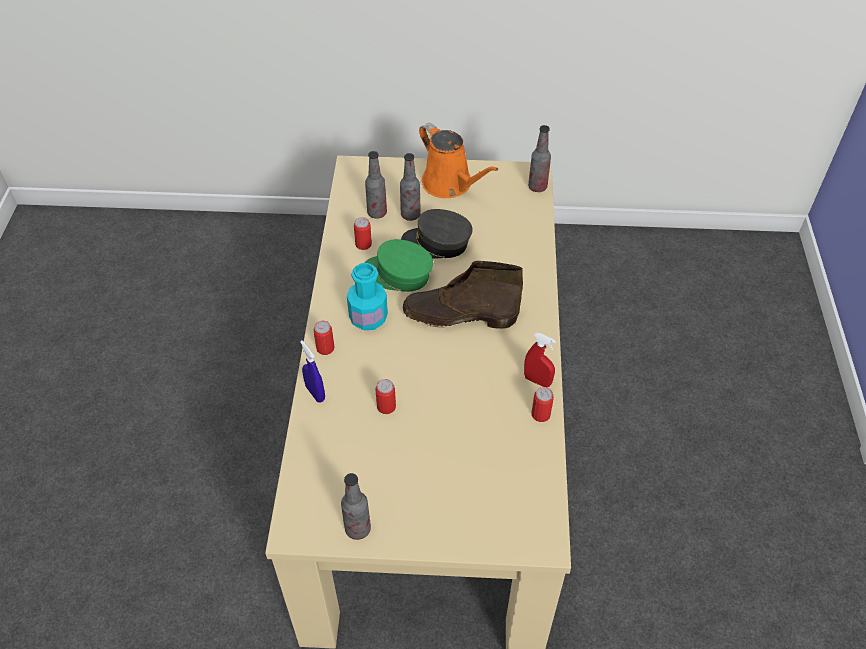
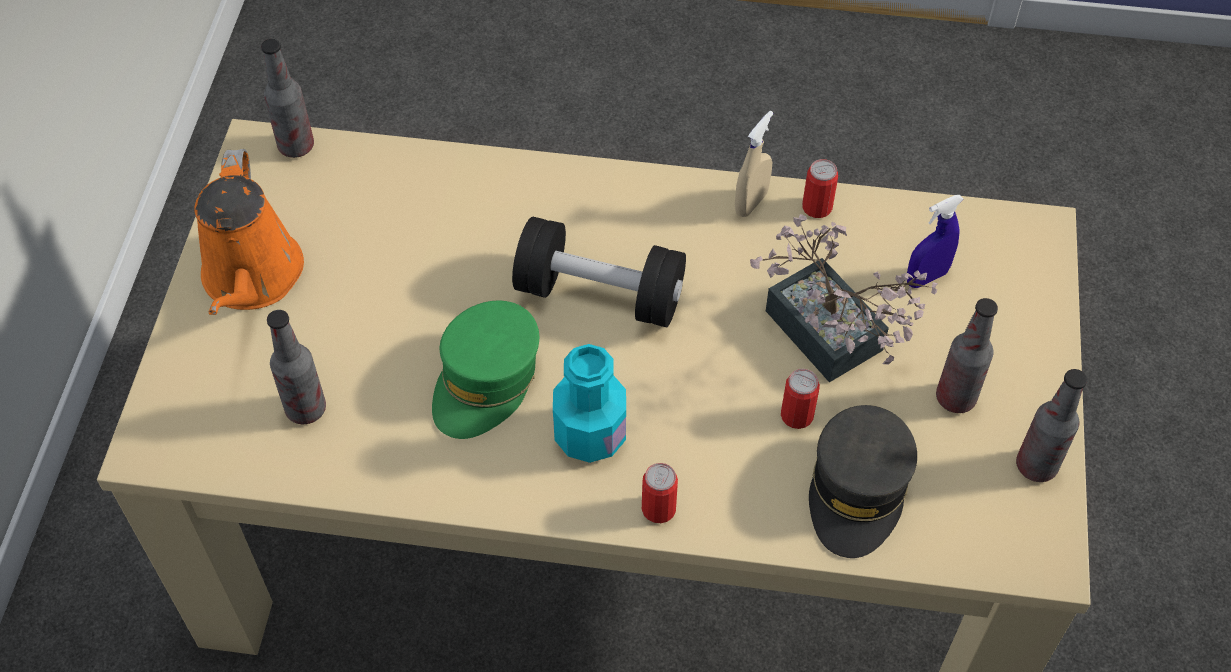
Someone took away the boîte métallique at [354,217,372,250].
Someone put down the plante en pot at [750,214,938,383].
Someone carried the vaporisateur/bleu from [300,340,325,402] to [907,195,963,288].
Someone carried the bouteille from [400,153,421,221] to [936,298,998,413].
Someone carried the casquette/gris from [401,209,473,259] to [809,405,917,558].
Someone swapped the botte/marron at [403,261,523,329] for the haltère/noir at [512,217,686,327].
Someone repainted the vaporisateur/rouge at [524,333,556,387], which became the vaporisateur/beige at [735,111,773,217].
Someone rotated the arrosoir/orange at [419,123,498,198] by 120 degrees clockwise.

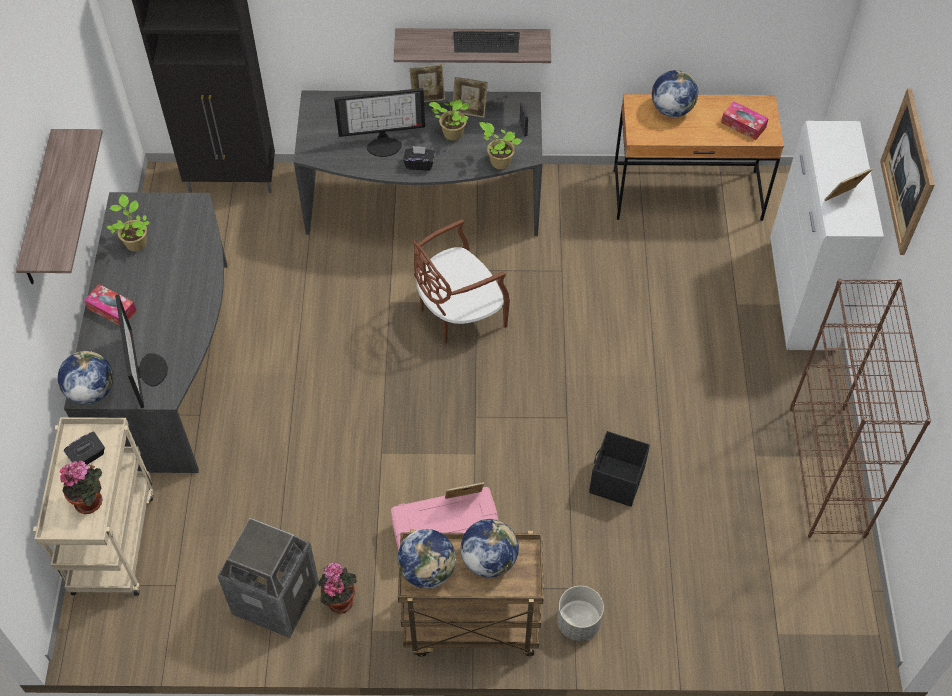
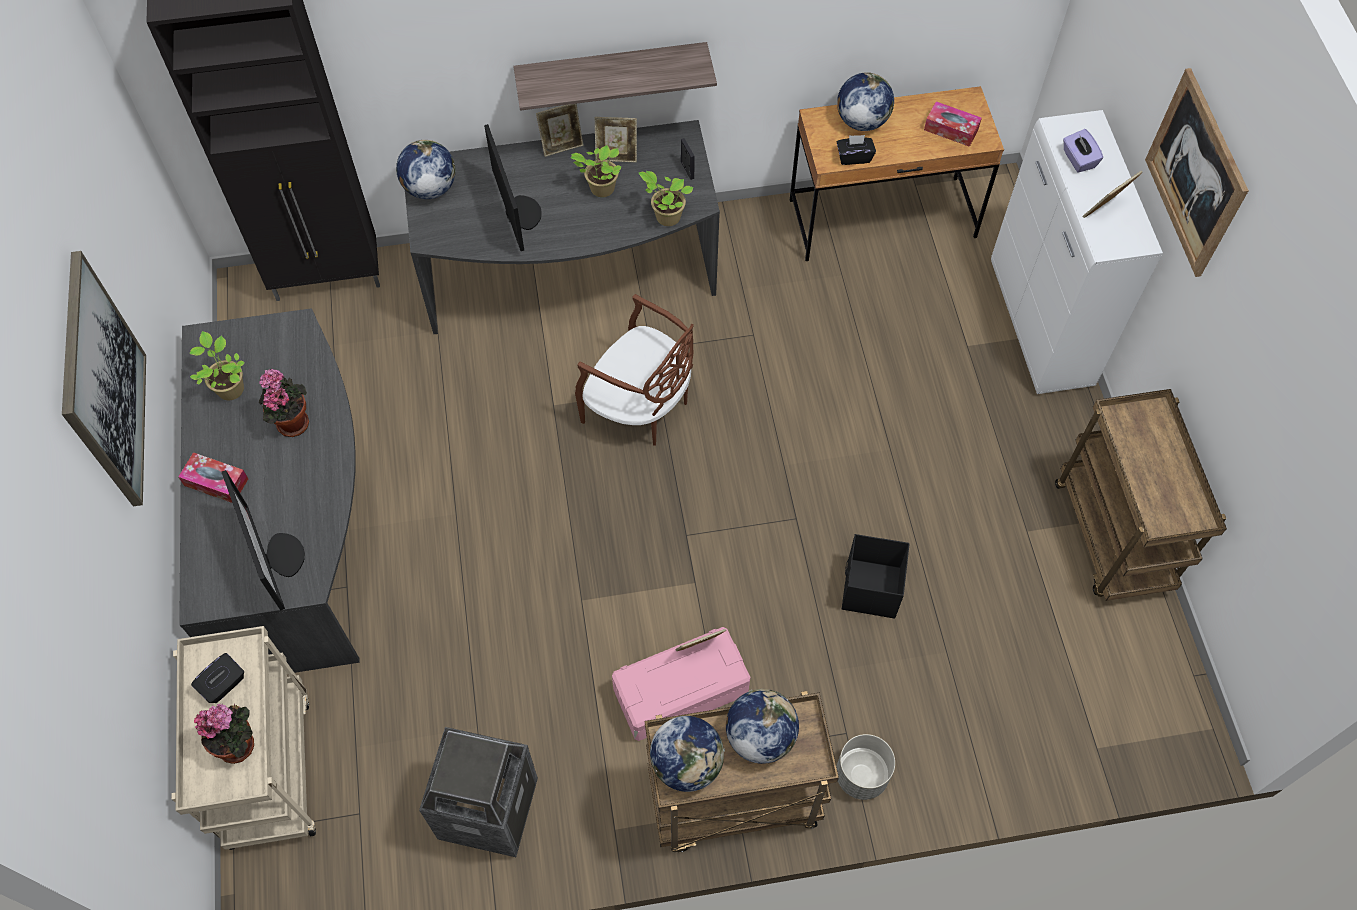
Someone took away the clavier at [453,31,520,53].
Someone put down the boîte à mouchoirs/violet at [1063,129,1103,173].
Someone carried the globe from [58,351,113,405] to [396,140,456,199].
Someone carried the plante en pot from [318,562,357,614] to [259,369,309,437].
Someone carried the boîte à mouchoirs/noir from [403,146,435,171] to [837,135,876,165].
Someone swapped the étagère at [16,129,103,284] for the tableau at [62,251,146,506].
Someone swapped the bibliothèque/marron at [790,279,932,538] for the chariot/marron at [1055,389,1227,601].
Someone rotated the écran d'ordinateur at [334,88,425,157] by 90 degrees counterclockwise.
Someone rotated the chaise/marron at [413,219,510,344] by 105 degrees counterclockwise.

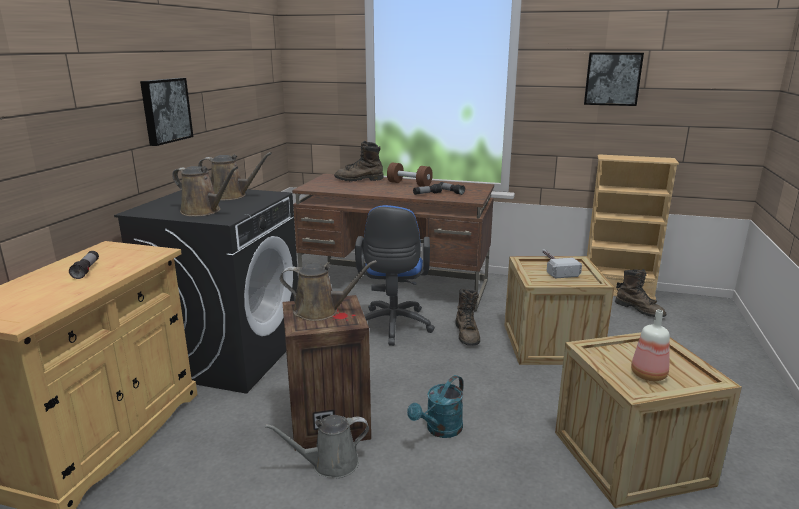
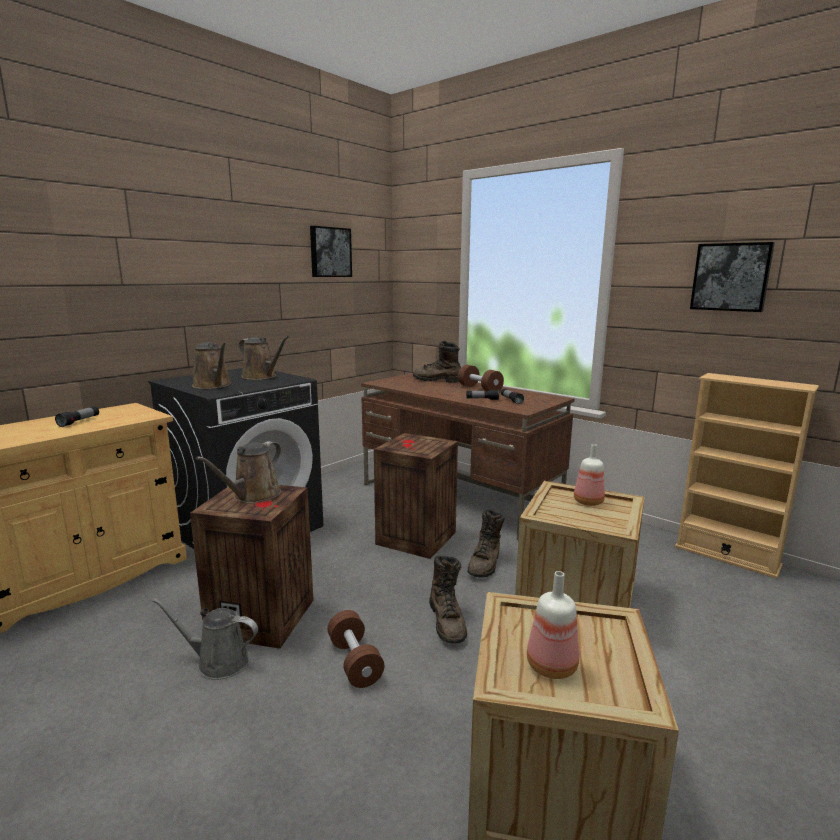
Someone carried the tableau from [140,78,193,146] to [310,226,352,277].
Someone carried the botte/marron from [615,269,666,317] to [429,555,467,644].
Someone swapped the chaise de bureau/bleu at [355,205,435,346] for the caisse at [374,433,458,559].
Someone swapped the arrosoir/turquoise at [407,375,463,438] for the haltère/marron at [328,610,384,688].
Someone swapped the marteau at [542,249,582,278] for the bouteille at [574,444,605,506].
Someone rotated the arrosoir/marron at [280,260,377,321] by 90 degrees clockwise.

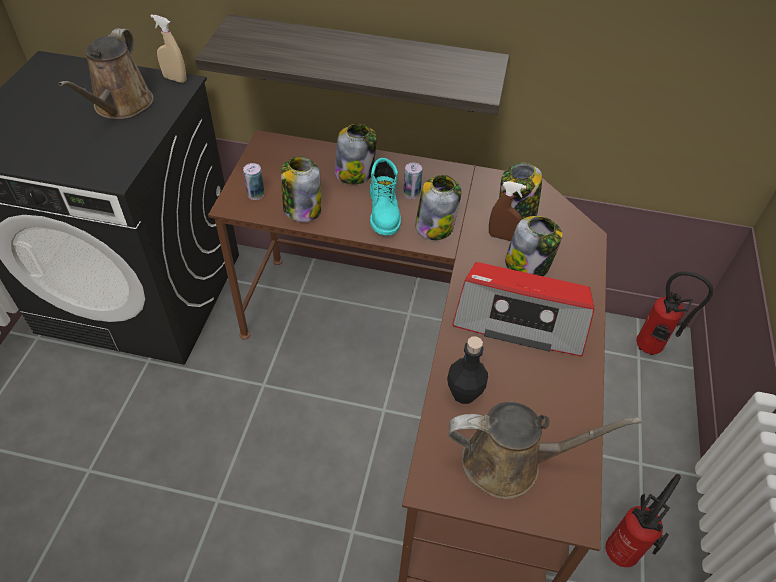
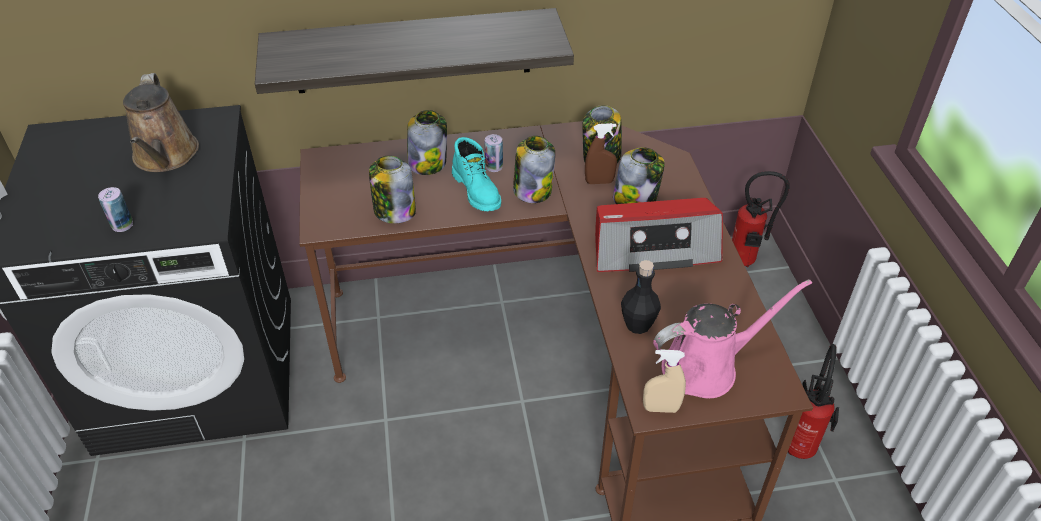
Someone carried the vaporisateur/beige from [151,14,187,83] to [643,349,686,413].
Someone carried the boîte métallique from [243,163,264,200] to [98,187,133,232].
Someone repainted the arrosoir/marron at [448,402,641,499], which became the arrosoir/rose at [653,279,812,398].

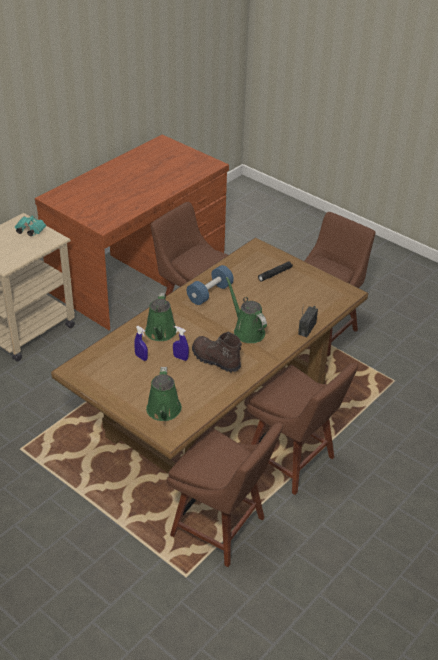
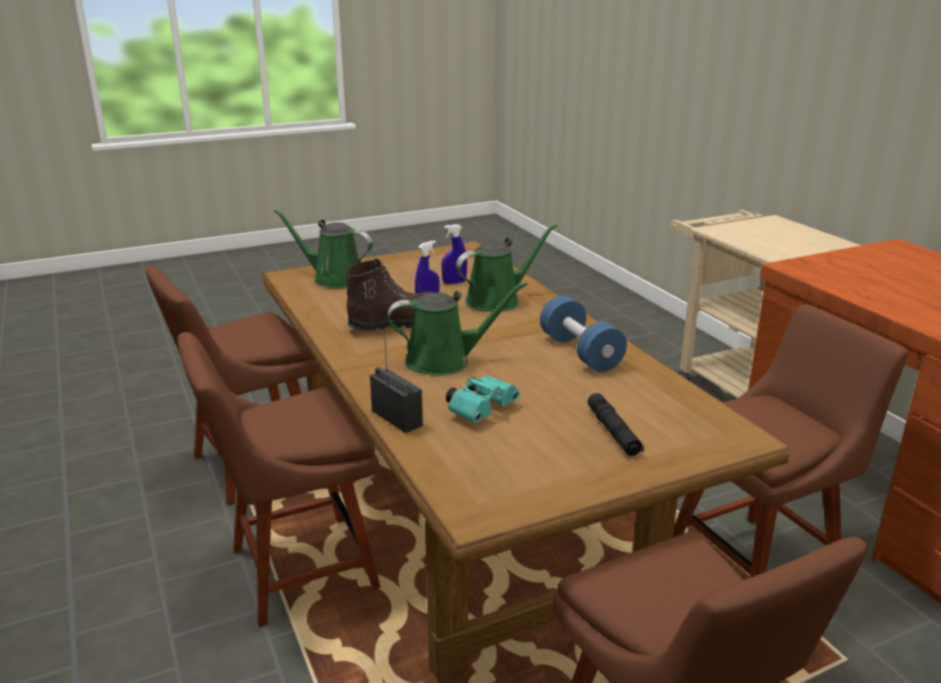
Someone carried the jumelles/turquoise from [15,215,46,236] to [446,375,520,423].
Someone rotated the arrosoir/vert at [145,293,177,341] by 120 degrees clockwise.

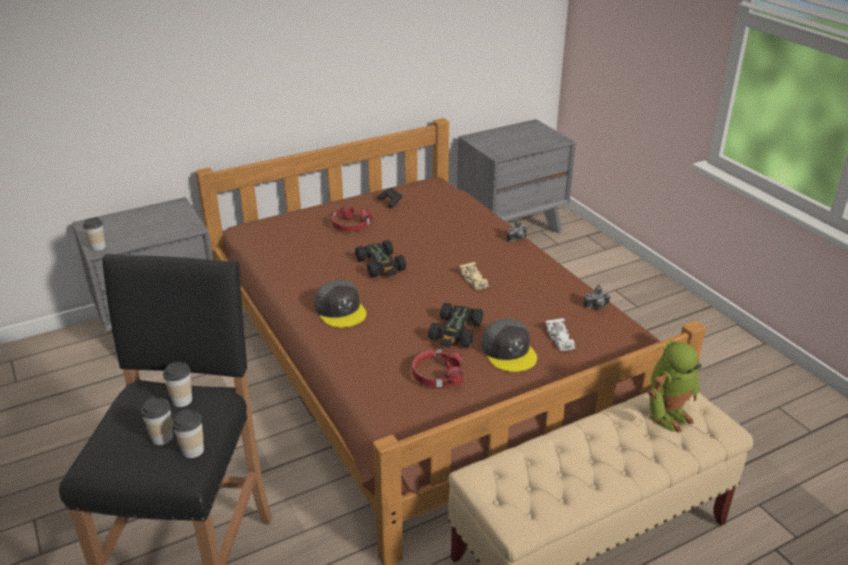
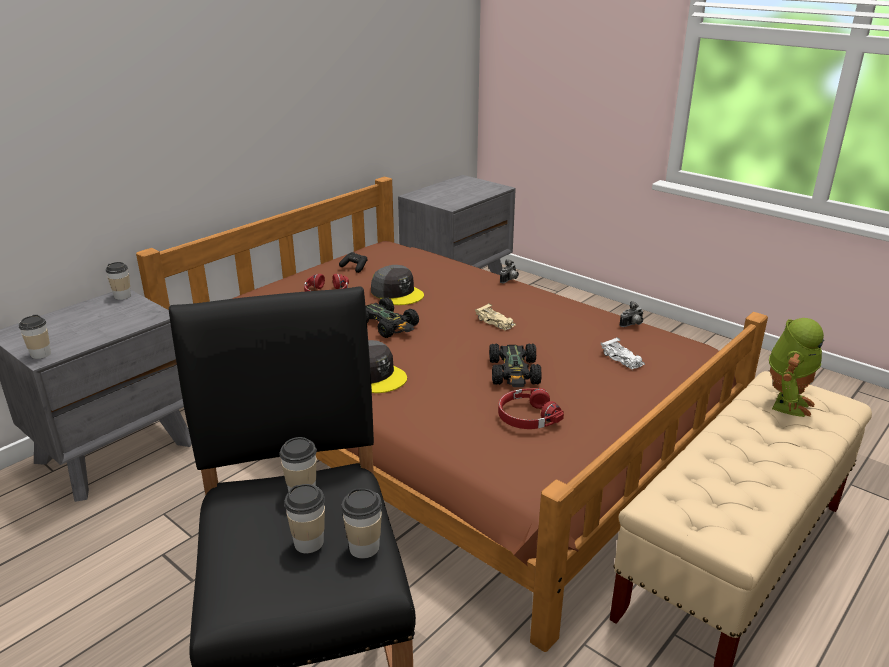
Someone put down the tasse at [106,262,131,300].
Someone carried the casquette/gris from [481,319,537,372] to [371,265,424,305].

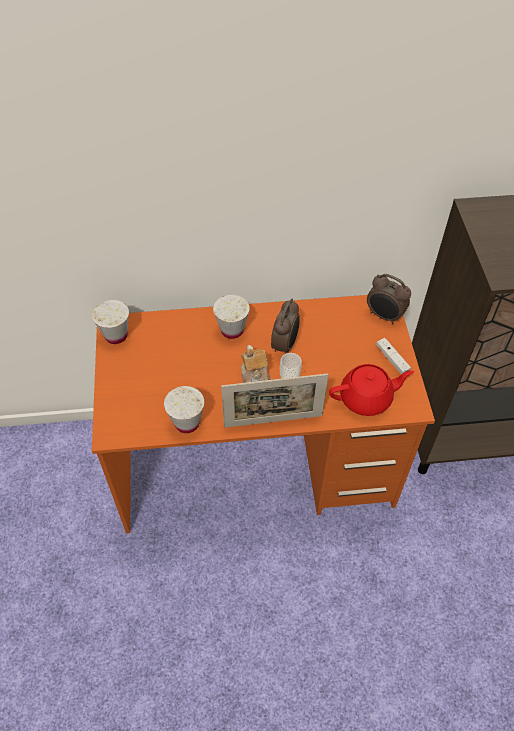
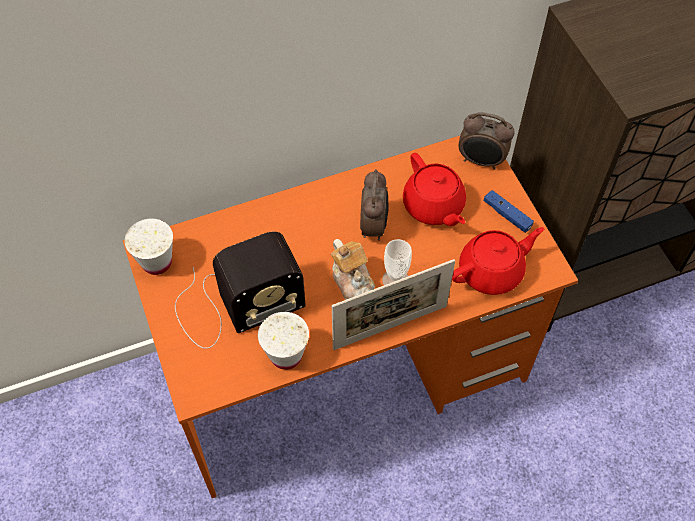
Someone took away the tasse/blanc at [213,295,250,339].
Someone put down the radio at [175,232,306,349].
Someone put down the théière/rouge at [403,153,466,226].
Someone repainted the manette/blanc at [376,338,411,374], which became the manette/bleu at [484,190,534,233].

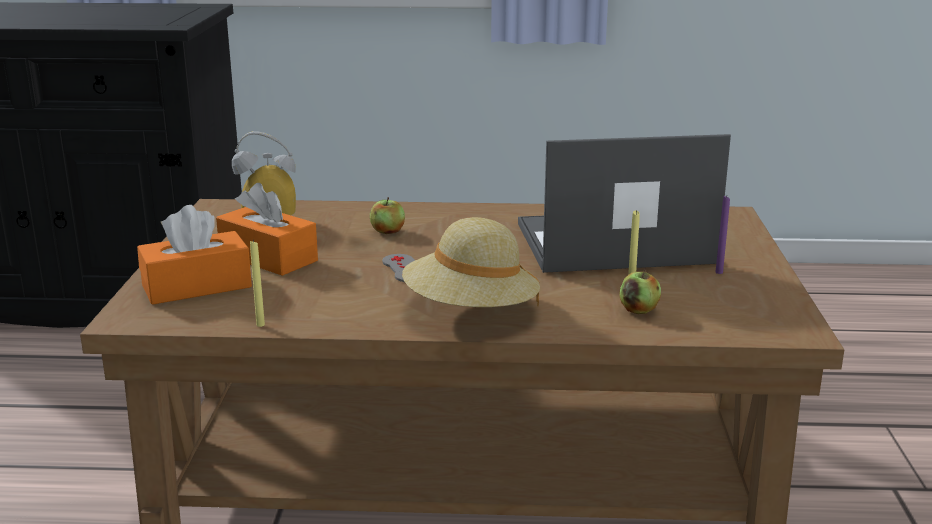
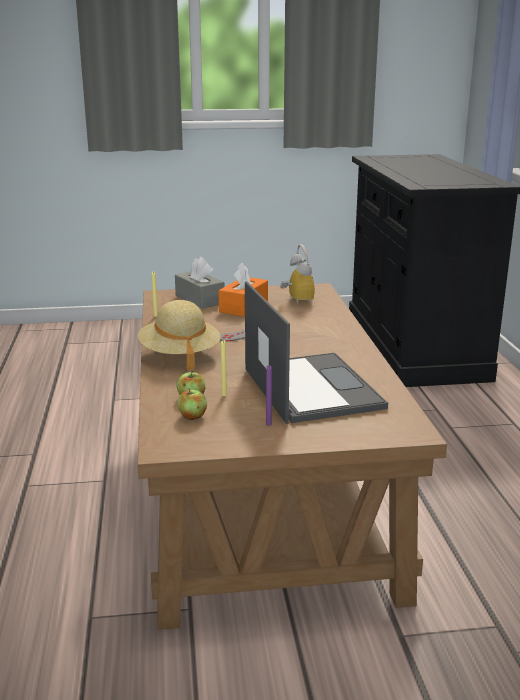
Someone carried the pomme from [370,197,405,234] to [177,389,207,420].
Someone repainted the boîte à mouchoirs/orange at [137,205,252,305], which became the boîte à mouchoirs/gris at [175,257,224,309].

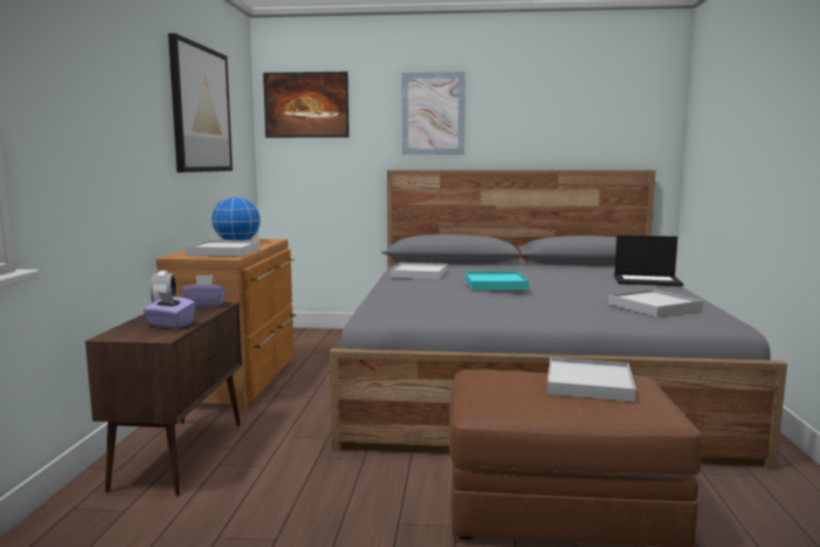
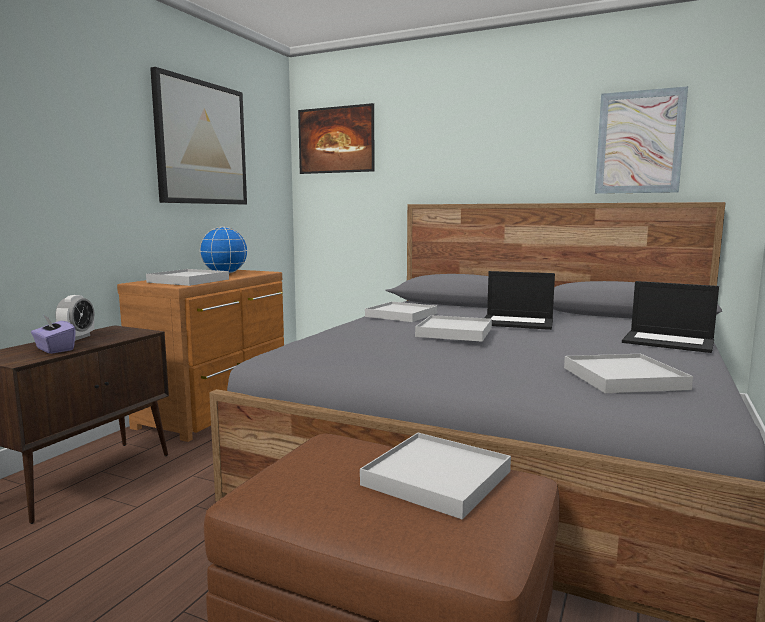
Someone took away the boîte à mouchoirs/violet at [181,275,226,307].
Someone put down the ordinateur portable at [484,271,555,330].
Someone carried the tableau from [402,72,465,155] to [595,86,688,194].
Someone repainted the plateau/turquoise at [465,271,529,290], which became the plateau/blanc at [415,315,492,342].

